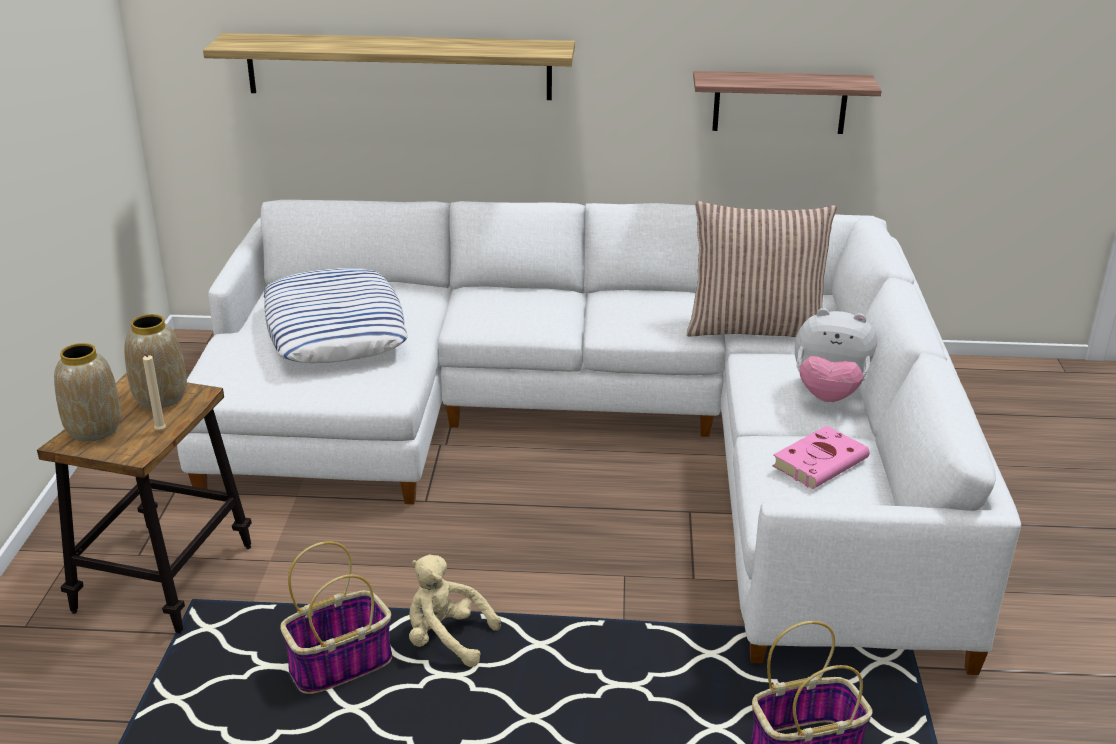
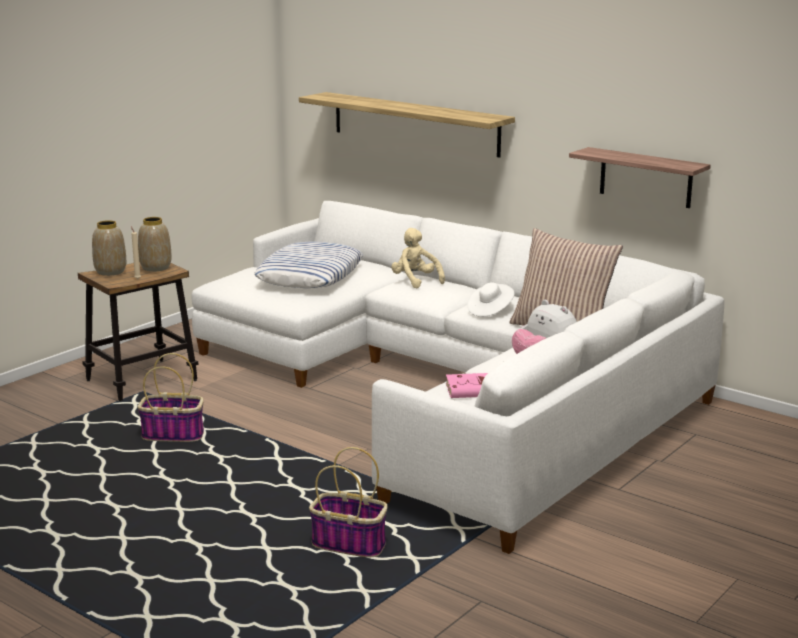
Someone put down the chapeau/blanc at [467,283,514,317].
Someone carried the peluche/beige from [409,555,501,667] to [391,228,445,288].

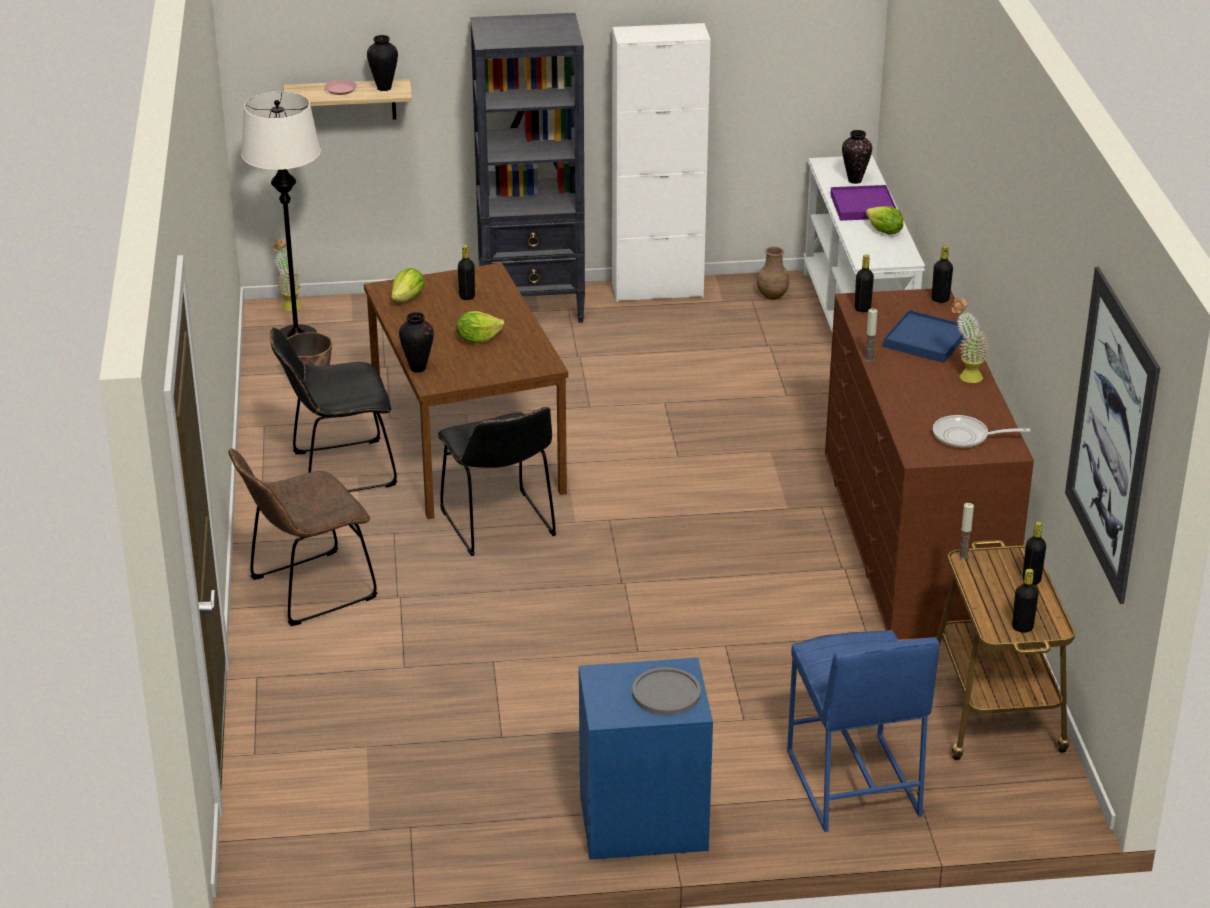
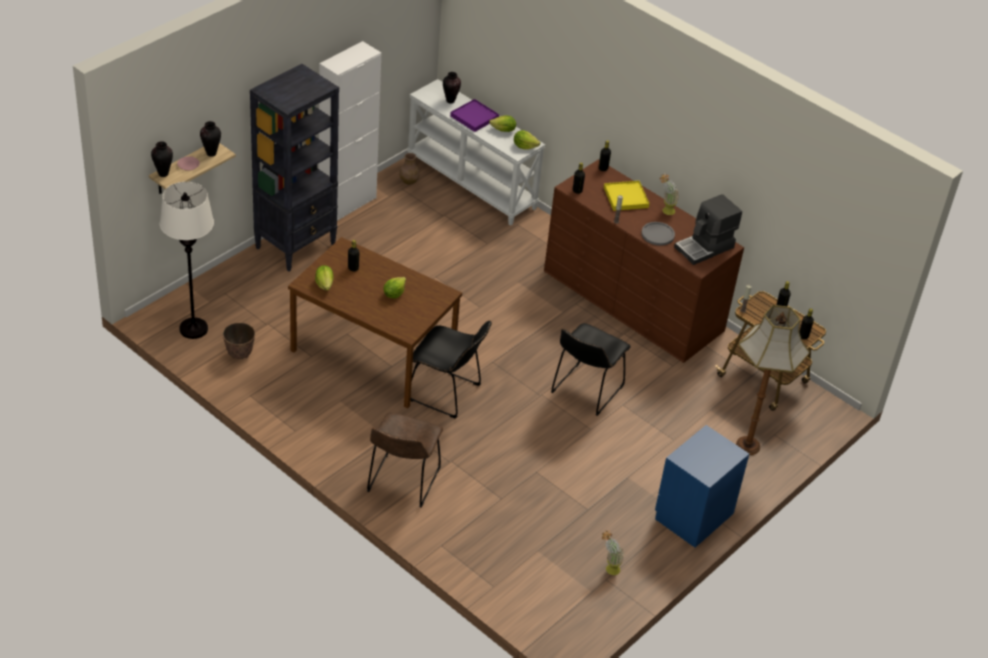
Someone took away the tableau at [1065,267,1160,604].
Someone put down the laitue at [514,130,541,150].
Someone carried the chaise/noir from [270,327,397,492] to [551,323,631,416].
Someone carried the plante en pot from [273,239,301,311] to [602,530,625,575].
Someone carried the vase from [399,312,434,373] to [151,141,173,177].
Someone carried the assiette/gris from [632,667,701,715] to [641,222,675,246].
Someone swapped the tabouret/bleu at [787,630,939,832] for the lampadaire at [736,305,810,455].
Someone swapped the poêle at [933,415,1030,448] for the machine à café at [674,194,742,265].
Someone repainted the plateau/bleu at [883,310,964,363], which became the plateau/jaune at [604,181,650,211].

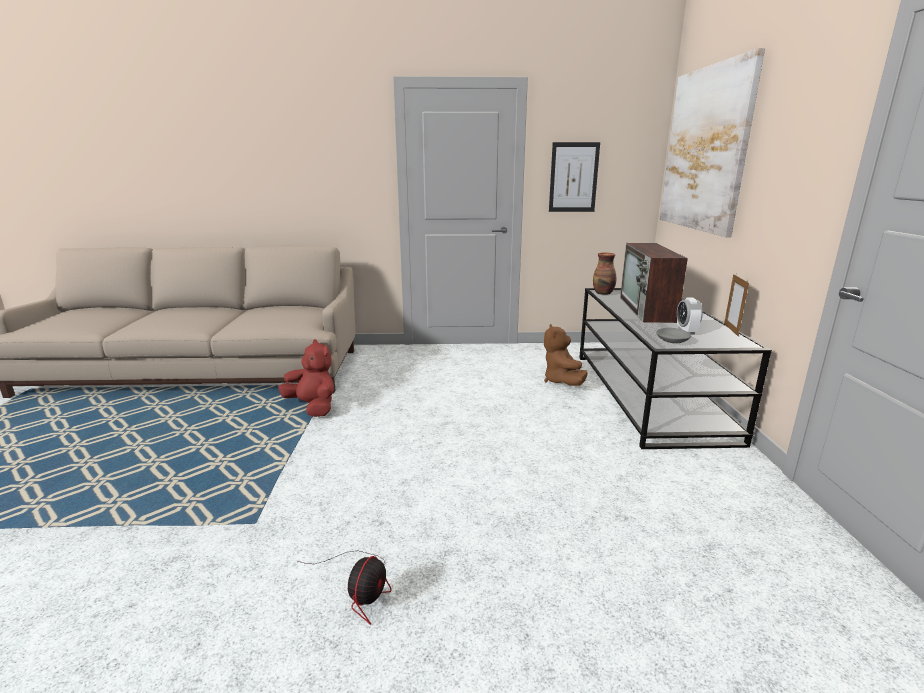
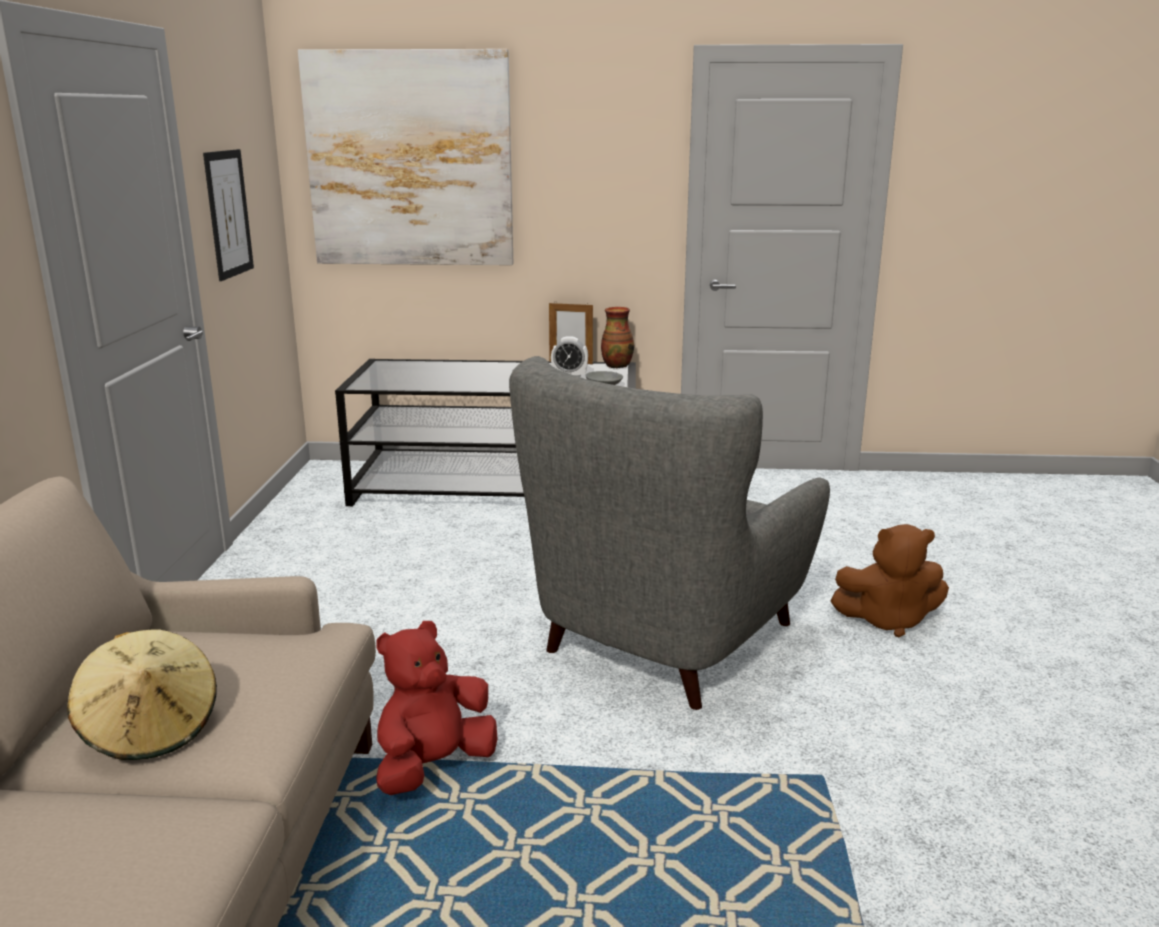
Someone took away the ventilateur at [298,551,392,625].
Someone took away the téléviseur at [620,243,688,323].
Someone put down the chapeau/beige at [67,629,217,760].
Someone put down the fauteuil/gris at [509,356,830,710].
Someone carried the peluche/marron from [544,324,588,386] to [830,524,949,638].
Someone carried the vase from [593,253,616,295] to [601,307,634,369].

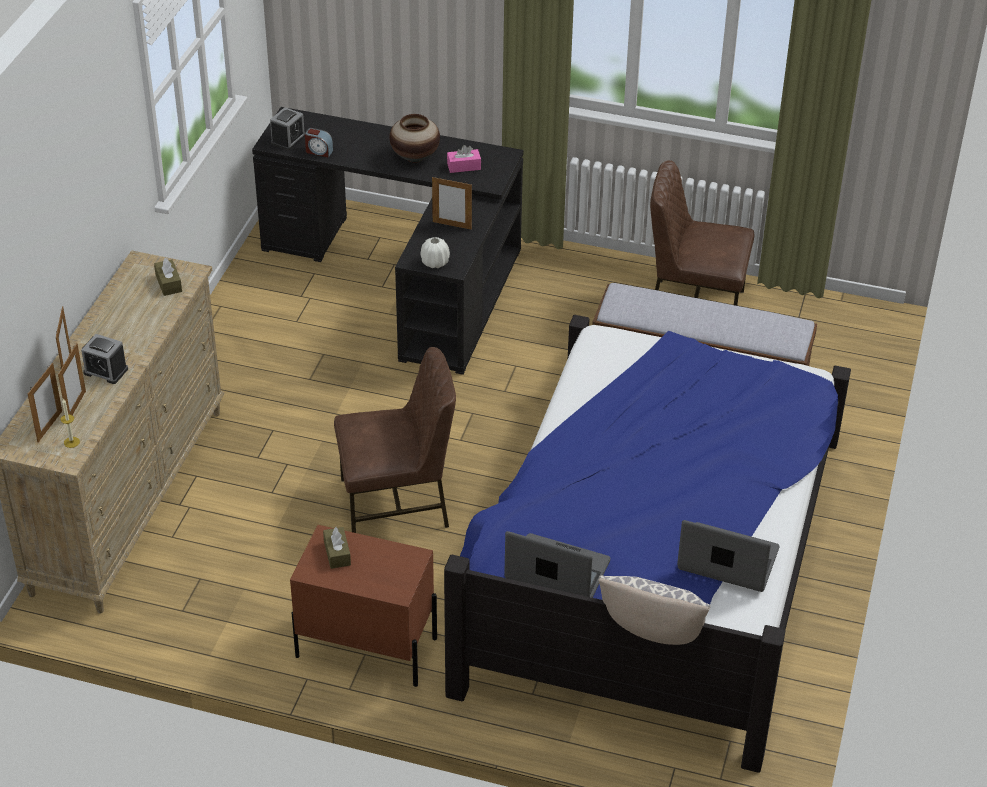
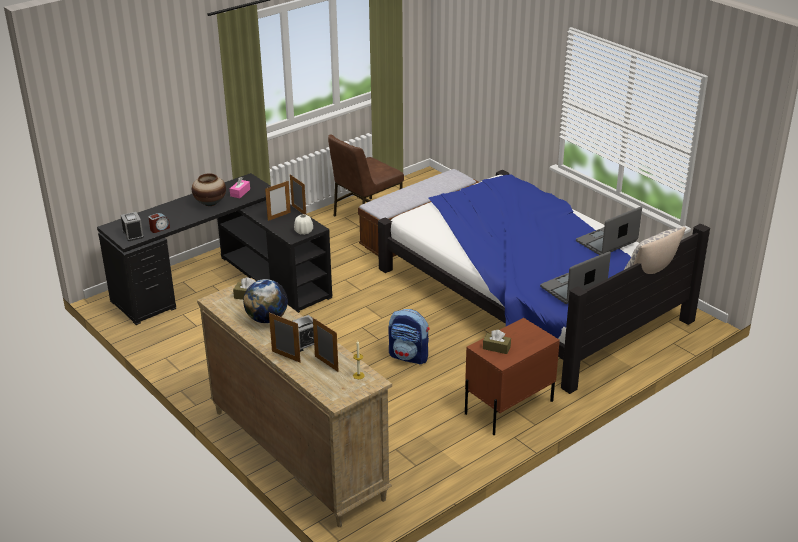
Someone put down the globe at [243,279,288,323].
Someone carried the cadre photo from [28,363,62,442] to [290,174,306,215].
Someone swapped the chaise/marron at [334,347,456,533] for the sac à dos at [389,309,429,365].

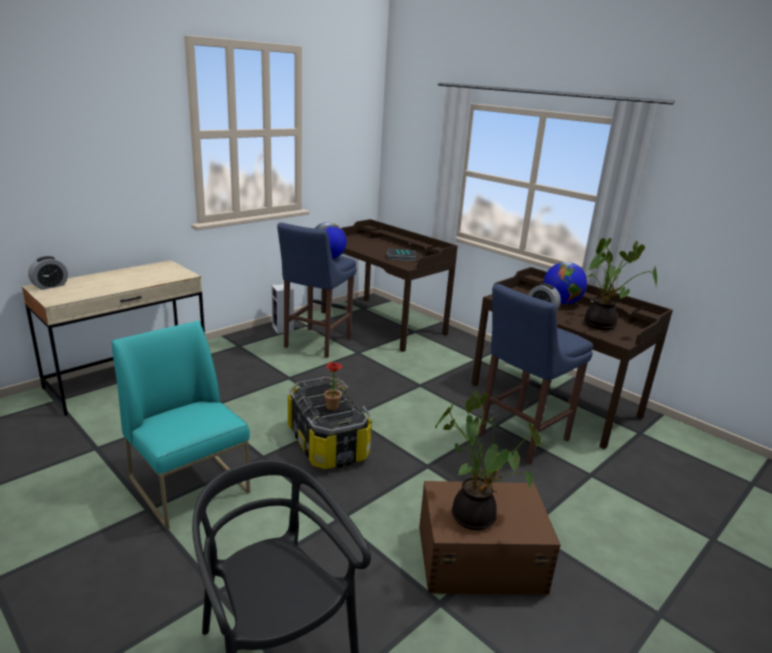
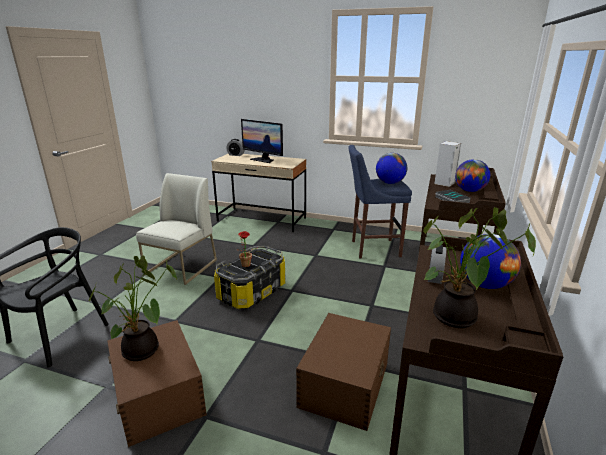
Someone put down the écran d'ordinateur at [241,119,283,163].
Someone put down the globe at [455,159,490,192].
Someone carried the enceinte from [272,284,294,334] to [434,141,461,187].
Someone swapped the tabouret/bleu at [479,284,593,464] for the boîte de rangement/marron at [296,313,391,431].
Someone repainted the chaise/turquoise at [111,321,250,530], which became the chaise/blanc at [136,173,217,285].

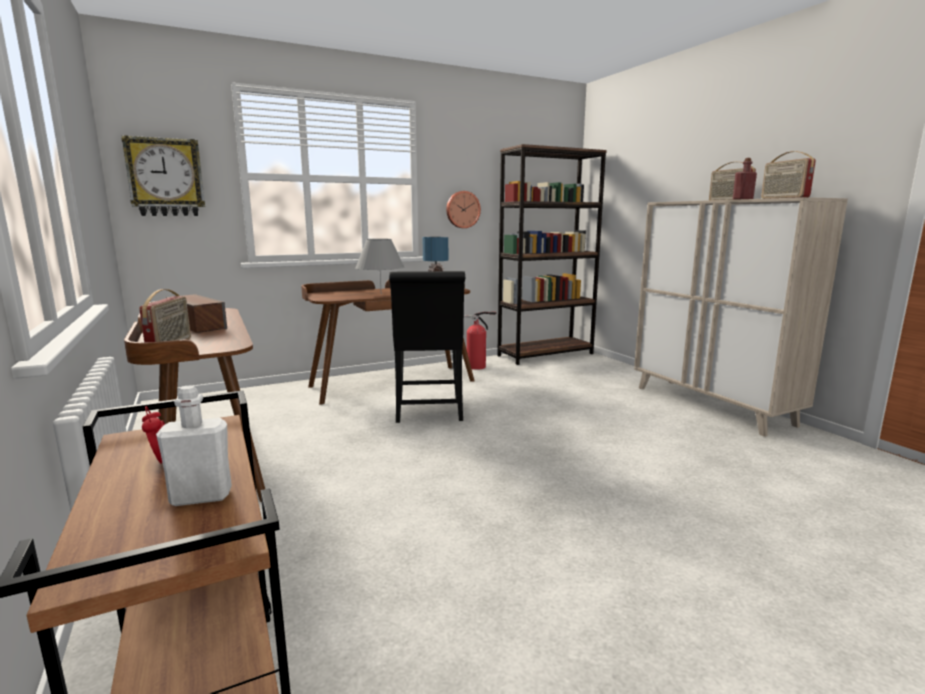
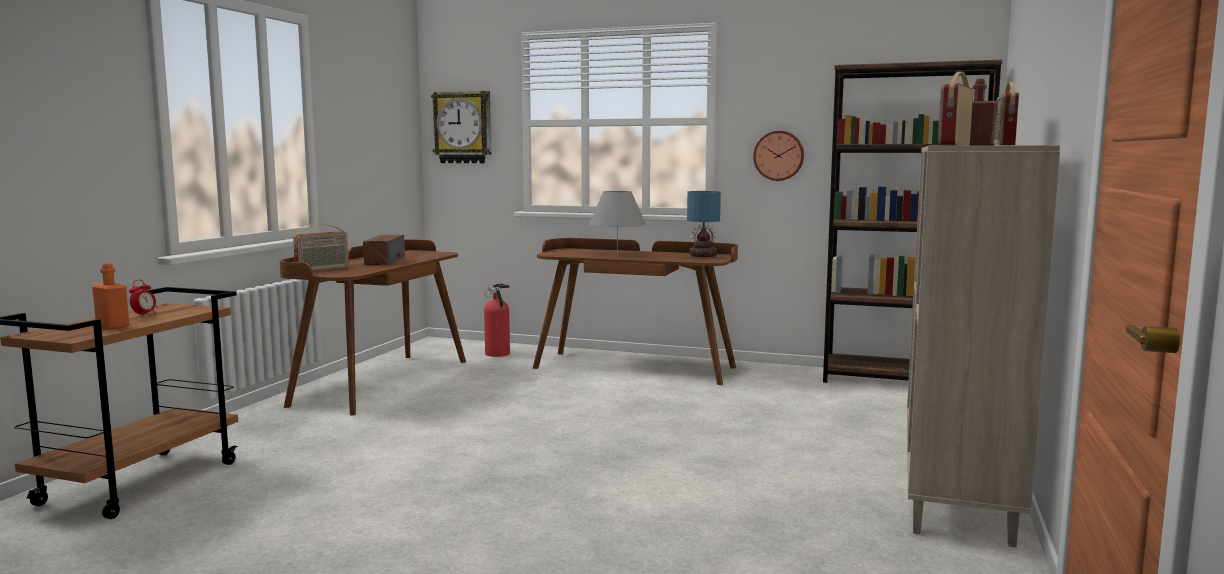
Someone took away the chaise/noir at [389,271,465,423].
Someone carried the extincteur from [465,311,497,370] to [484,284,510,357].
Someone repainted the bouteille/blanc at [156,385,232,506], which became the bouteille/orange at [92,263,129,329].

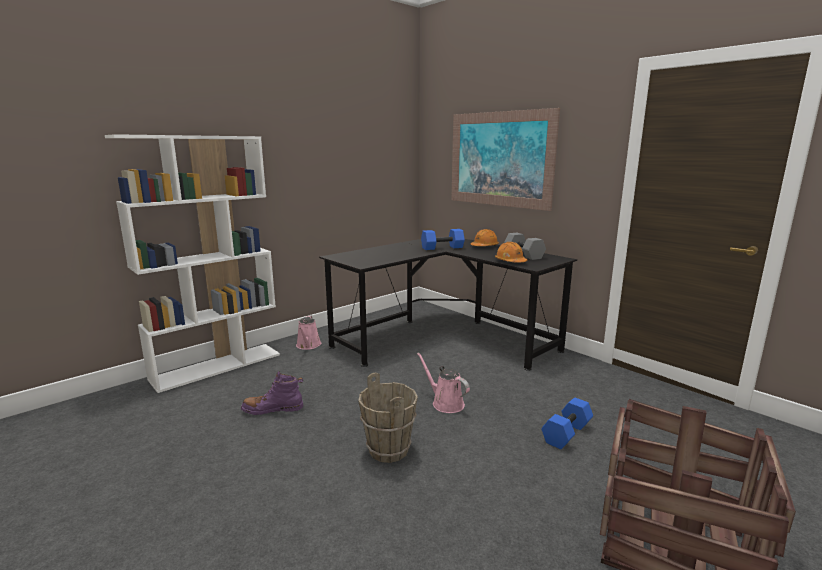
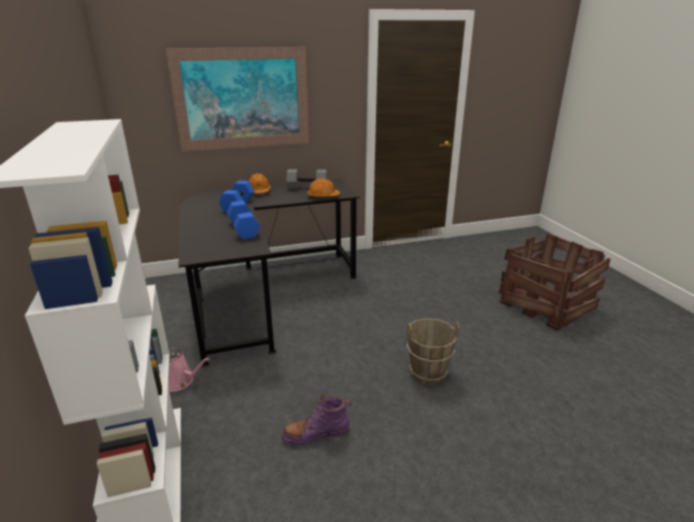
Someone took away the arrosoir/rose at [417,352,470,413].
Someone carried the haltère/bleu from [541,398,593,449] to [227,201,260,239].
Someone rotated the botte/violet at [241,371,303,415] by 60 degrees clockwise.

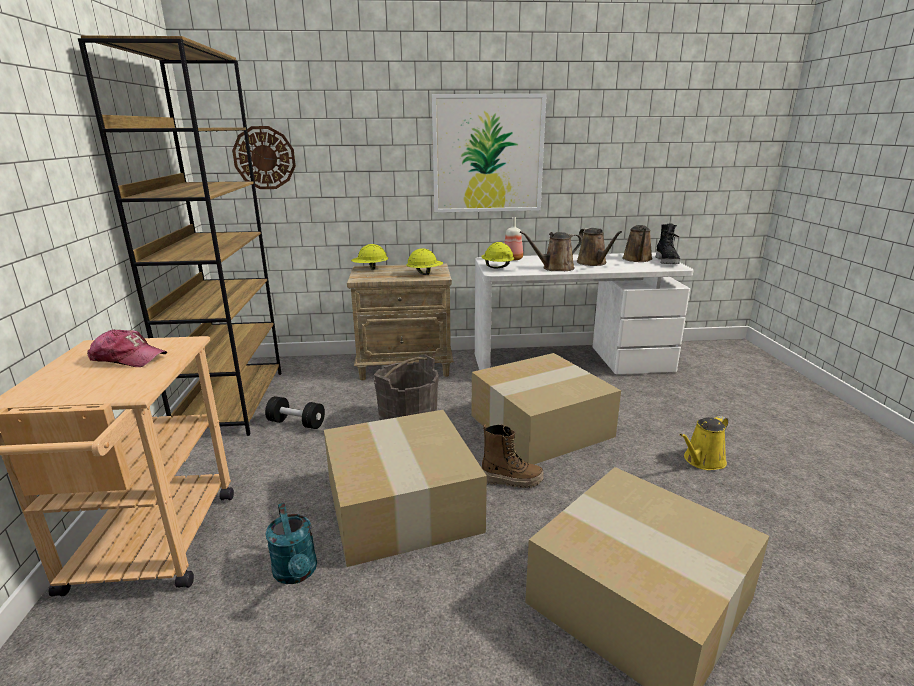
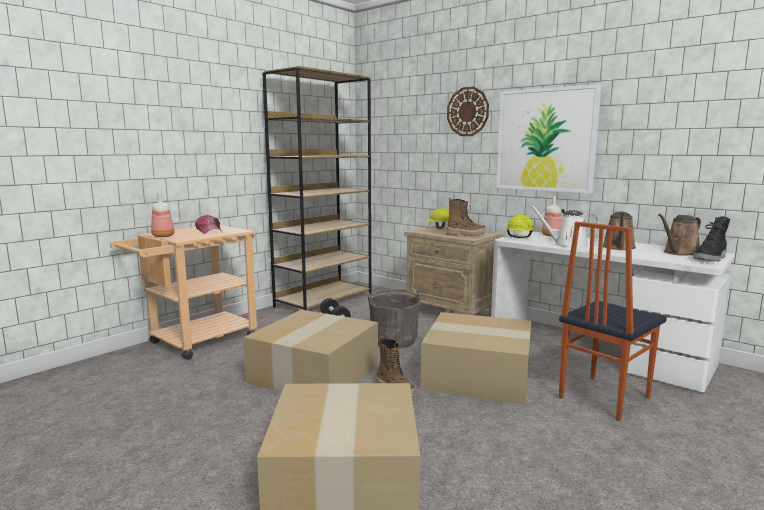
Someone took away the arrosoir/turquoise at [265,503,317,584].
Someone took away the arrosoir/jaune at [680,415,728,470].
Someone put down the bouteille at [151,192,175,237].
Someone put down the chaise at [559,221,667,421].
Someone carried the horloge murale from [232,126,296,189] to [447,86,489,136].
Someone swapped the casque de chantier/jaune at [406,248,443,275] for the botte at [447,197,486,236].
Someone repainted the arrosoir/marron at [520,231,582,271], which became the arrosoir/blanc at [529,204,598,248].

